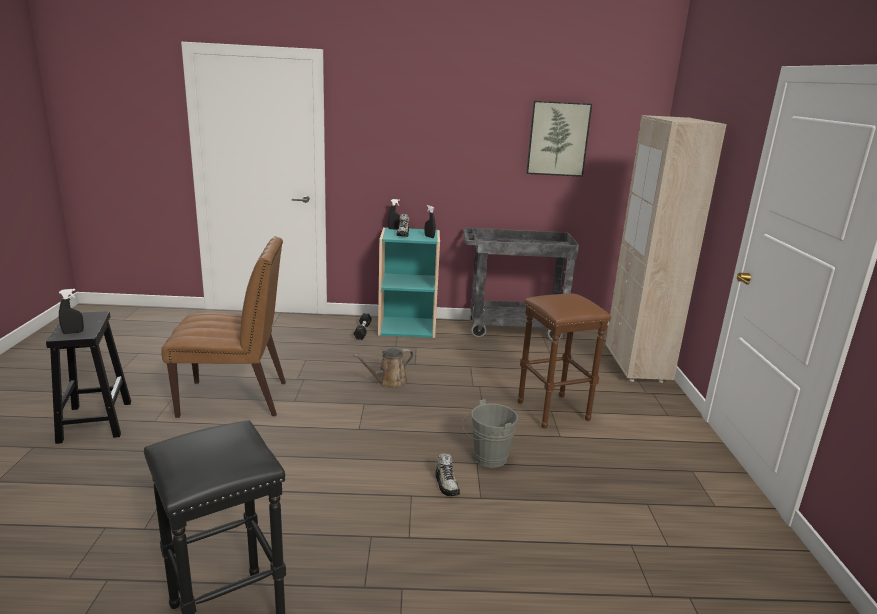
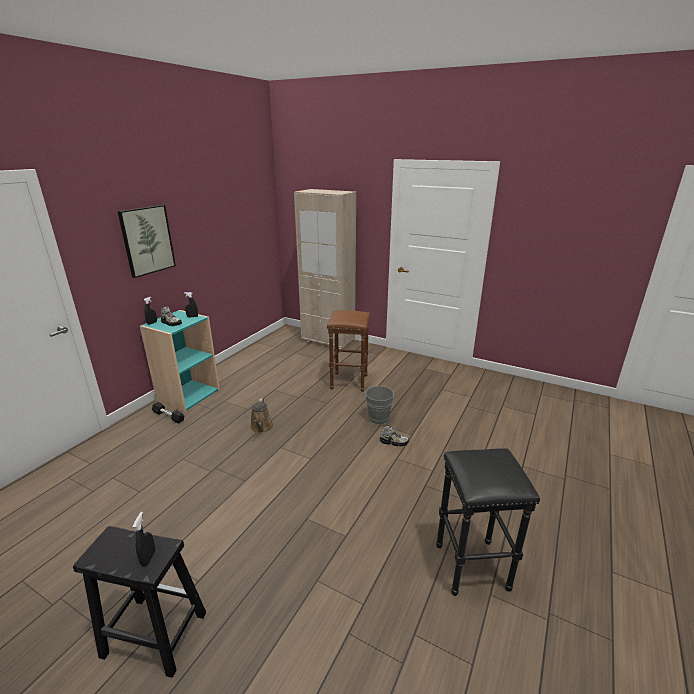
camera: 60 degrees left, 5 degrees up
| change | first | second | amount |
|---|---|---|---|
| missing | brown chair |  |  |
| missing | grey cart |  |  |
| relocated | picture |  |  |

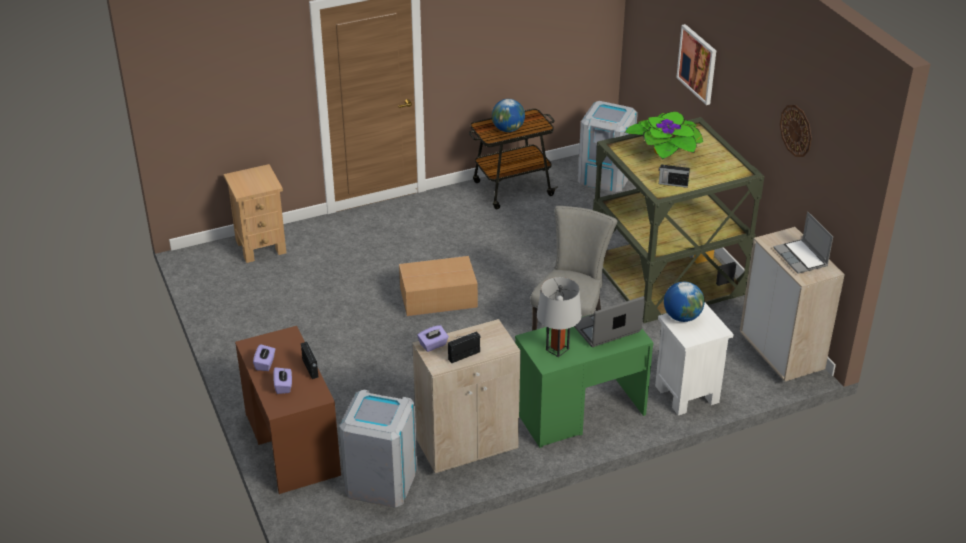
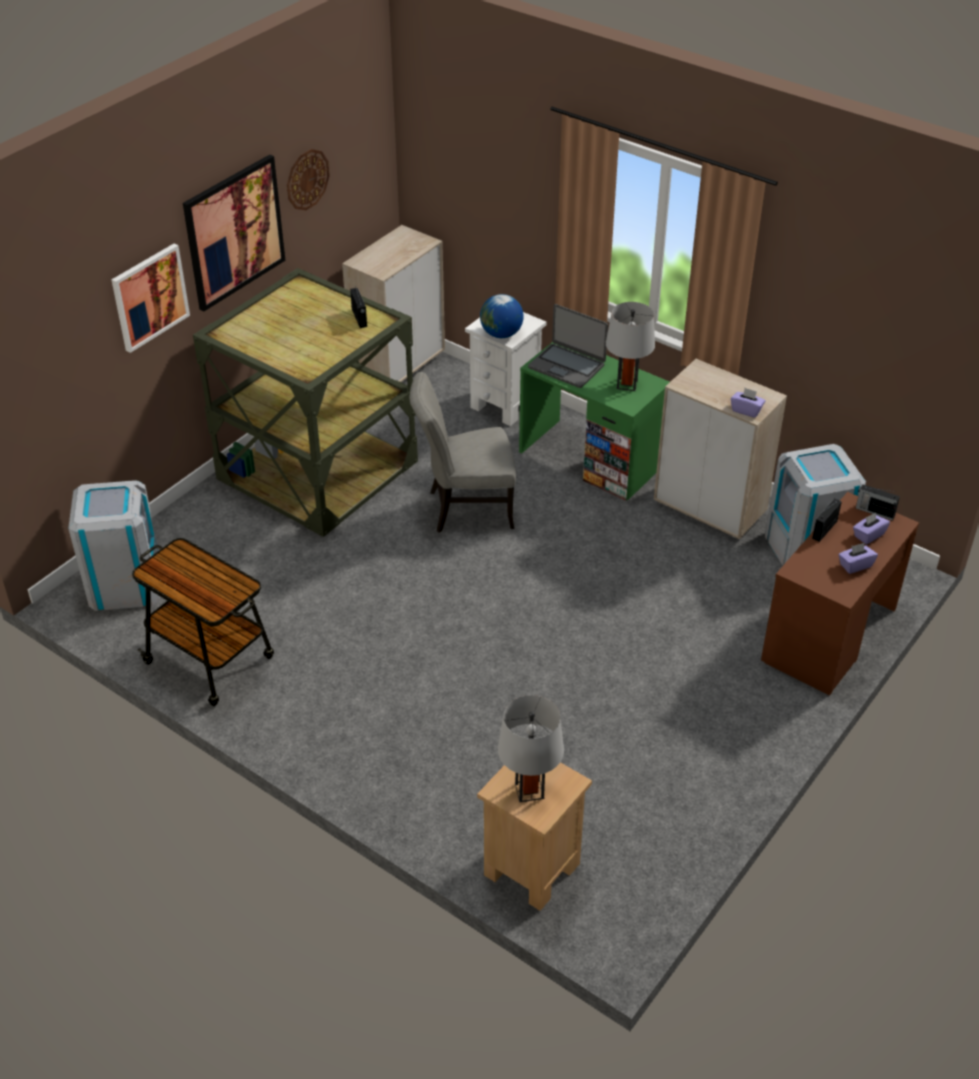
camera: 120 degrees left, 5 degrees up
| change | first | second | amount |
|---|---|---|---|
| missing | cardboard box |  |  |
| relocated | radio (no. 2 from left in the first image) | radio (no. 3 from left) |  |
| missing | globe (no. 1 from left) |  |  |
| missing | potted plant |  |  |
| missing | laptop (no. 2 from left) |  |  |
| appeared |  | picture (no. 2 from left) |  |
| appeared |  | grey table lamp (no. 1 from left) |  |

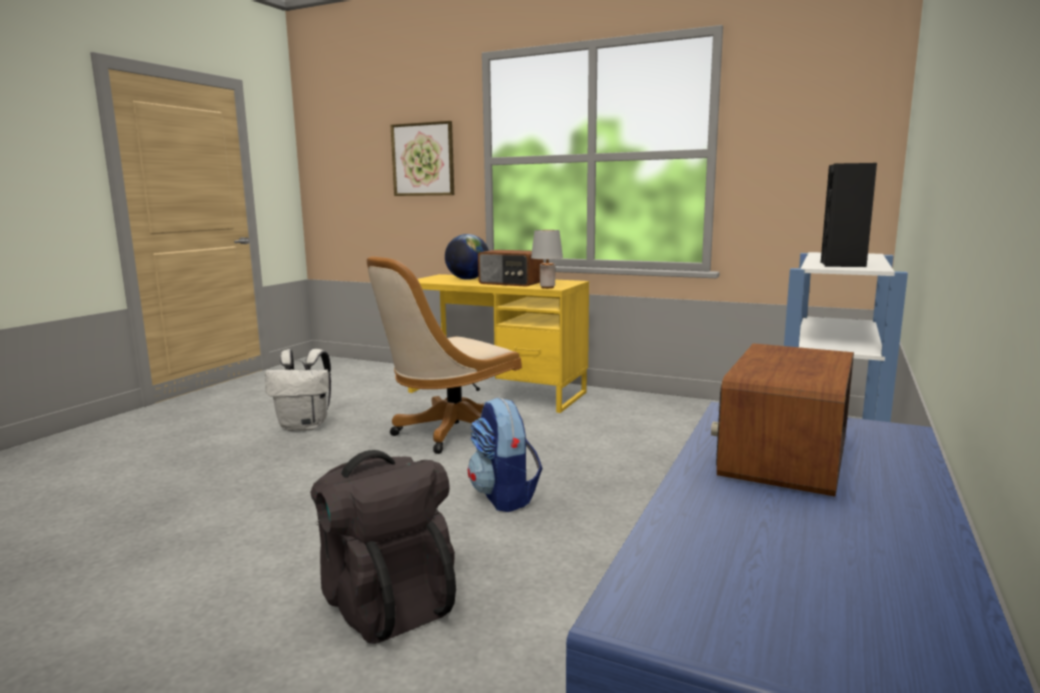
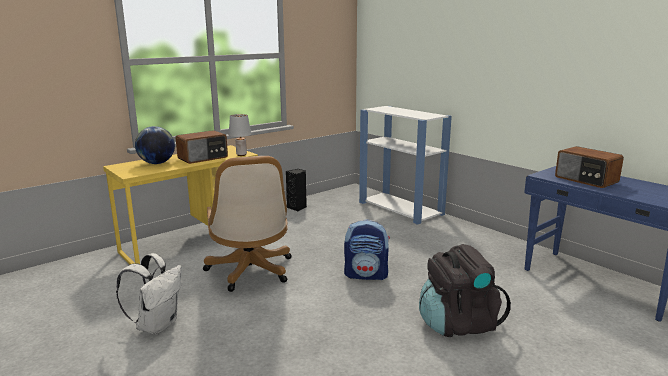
camera: 65 degrees left, 5 degrees up
| change | first | second | amount |
|---|---|---|---|
| missing | picture |  |  |
| relocated | black speaker |  |  |

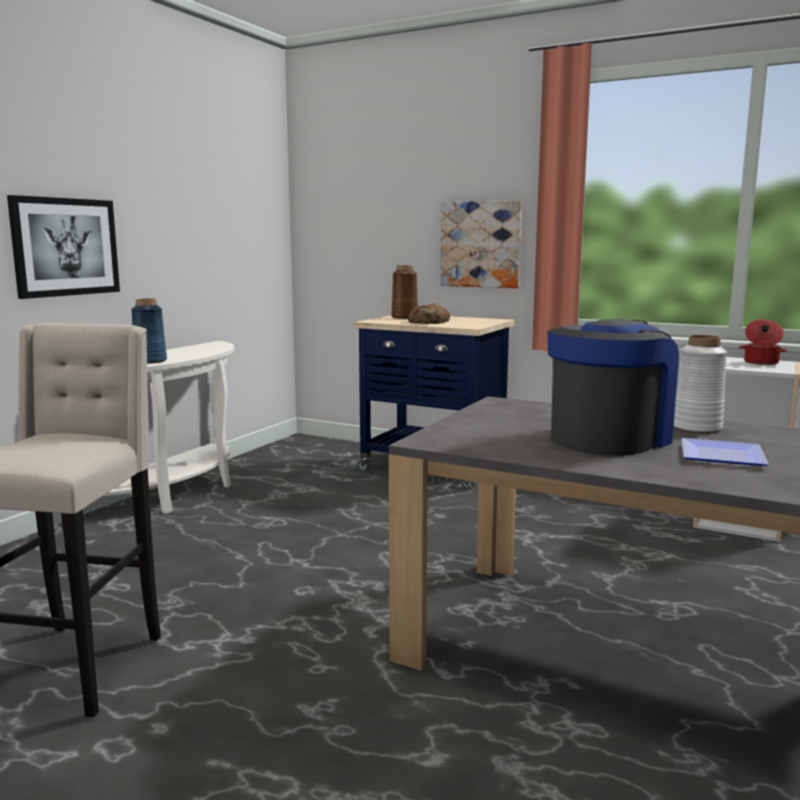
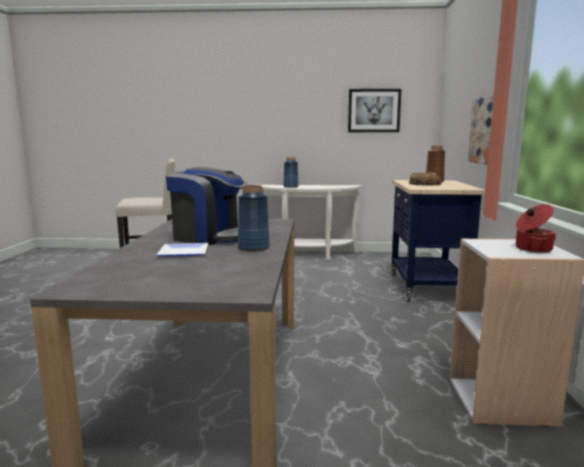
camera: 65 degrees right, 0 degrees up
| change | first | second | amount |
|---|---|---|---|
| relocated | picture (no. 1 from left) |  |  |
| colour | white vase | blue vase (no. 1 from left) |  |

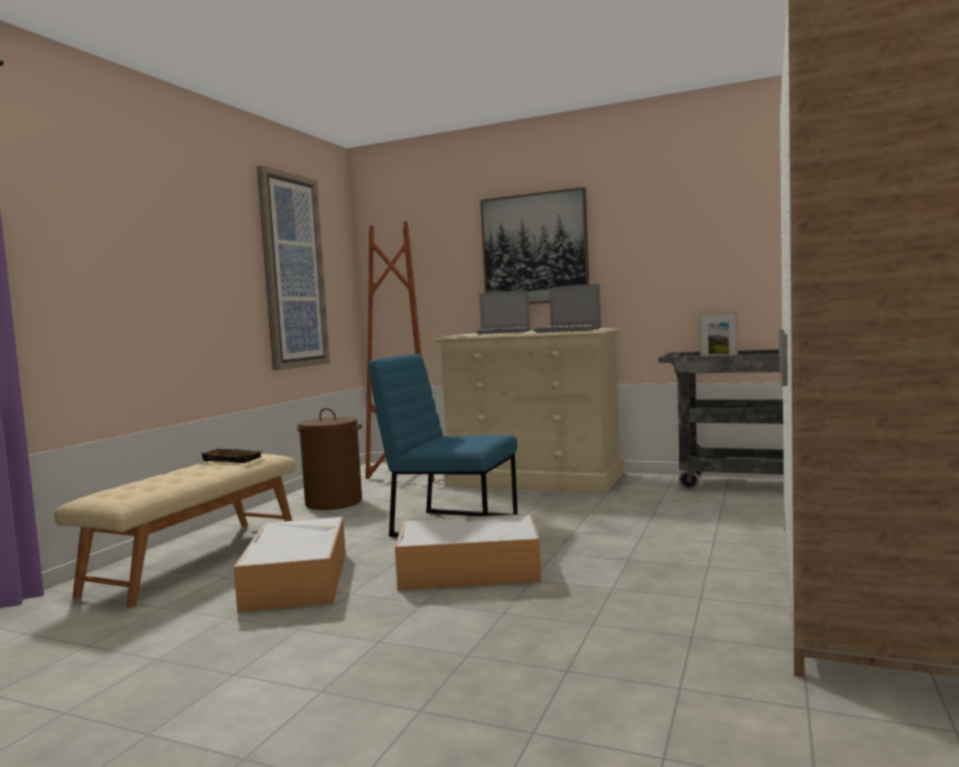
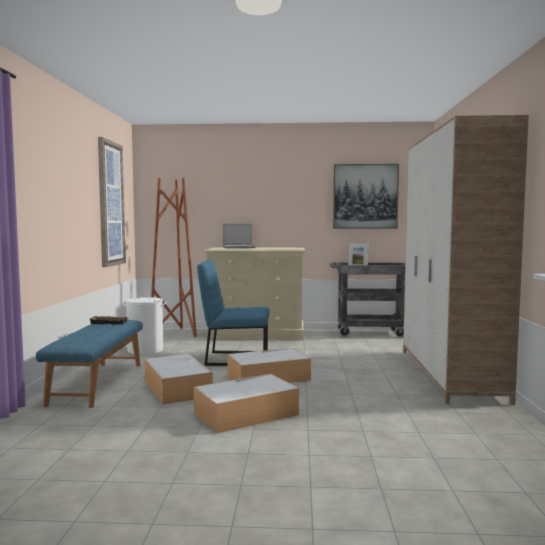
camera: 20 degrees left, 0 degrees up
| change | first | second | amount |
|---|---|---|---|
| colour | beige bench | blue bench |  |
| colour | brown laundry basket | white laundry basket |  |
| relocated | picture (no. 2 from left) |  |  |
| missing | laptop (no. 2 from left) |  |  |
| appeared |  | storage box (no. 2 from left) |  |

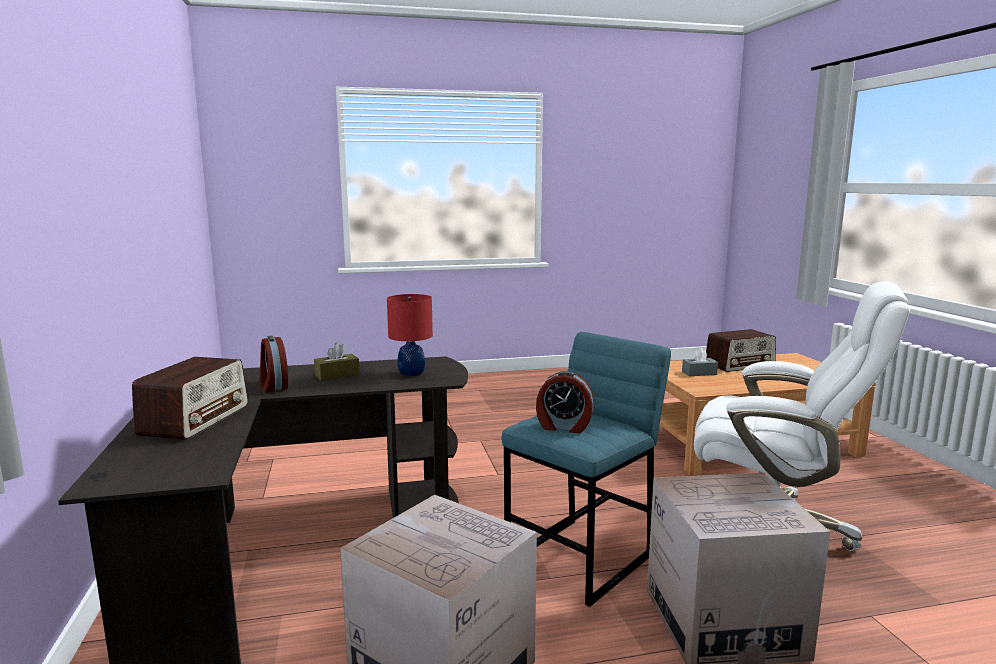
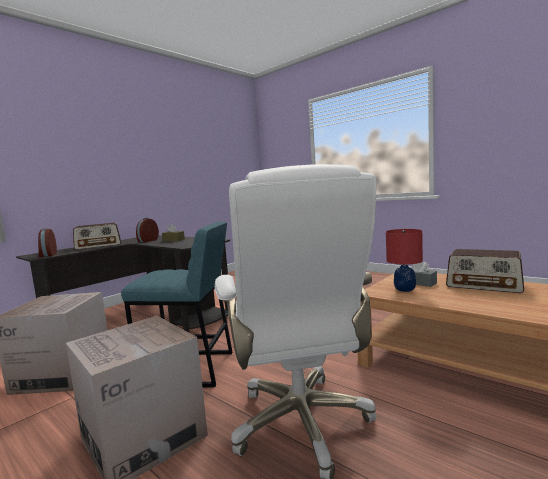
camera: 55 degrees right, 5 degrees down
| change | first | second | amount |
|---|---|---|---|
| relocated | red table lamp |  |  |
| relocated | alarm clock (no. 2 from left in the first image) | alarm clock (no. 1 from left) |  |

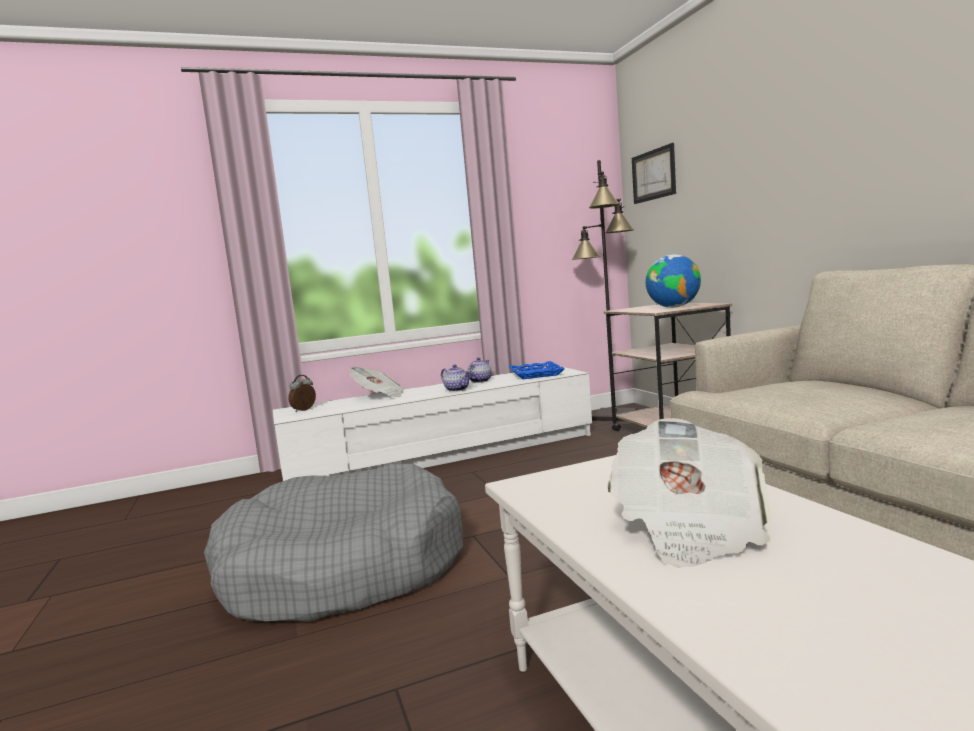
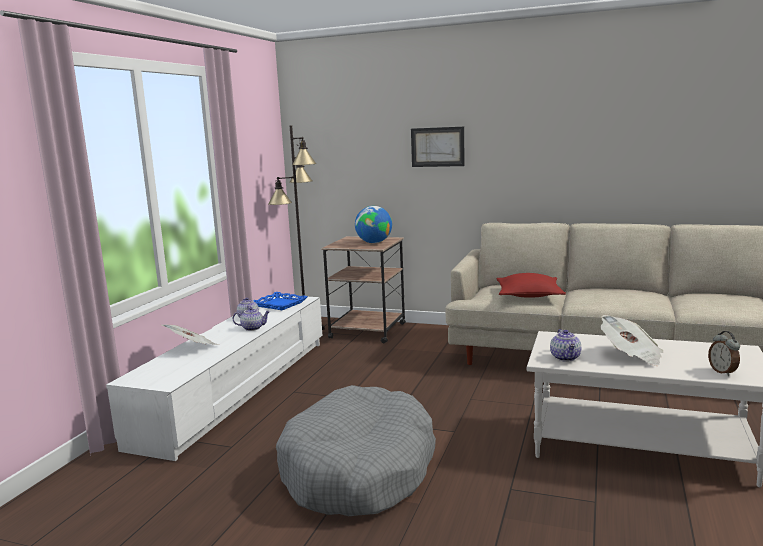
camera: 50 degrees left, 5 degrees up
| change | first | second | amount |
|---|---|---|---|
| relocated | alarm clock |  |  |
| relocated | picture |  |  |
| appeared |  | red pillow |  |
| appeared |  | teapot (no. 3 from left) |  |

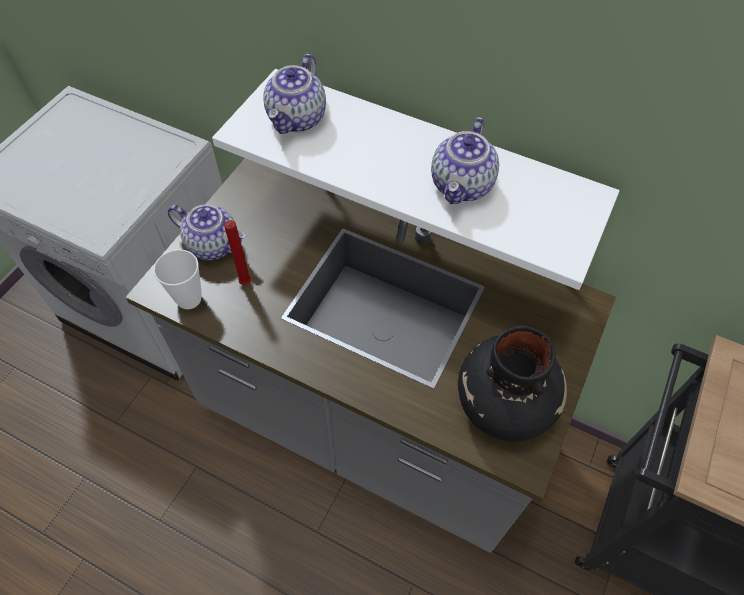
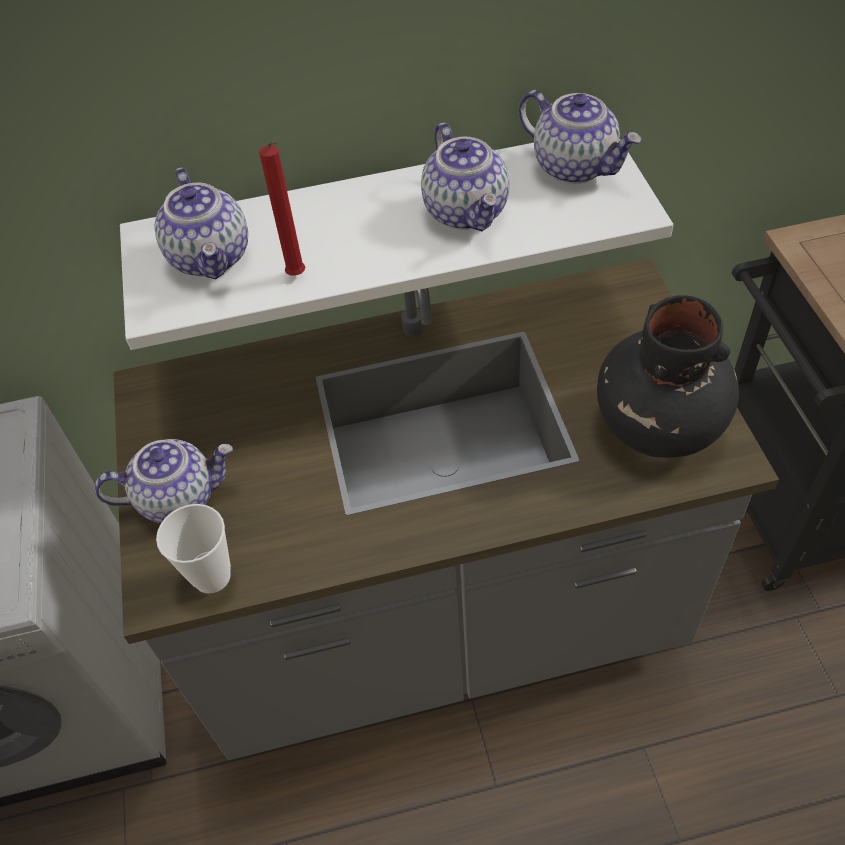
camera: 35 degrees left, 5 degrees down
| change | first | second | amount |
|---|---|---|---|
| relocated | red candle |  |  |
| appeared |  | teapot (no. 4 from left) |  |

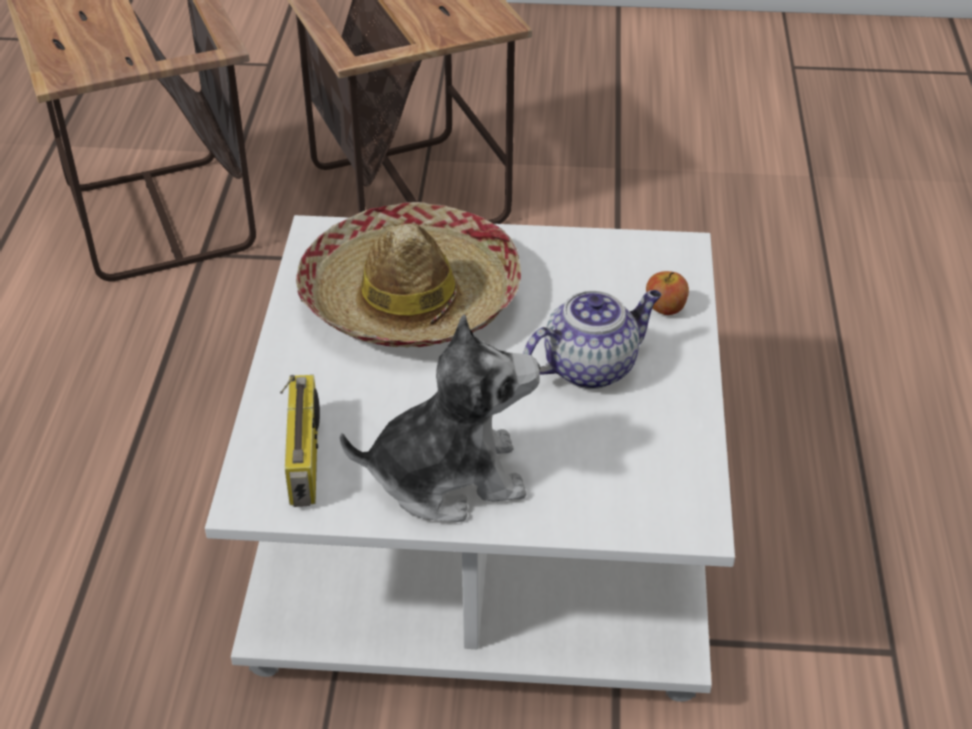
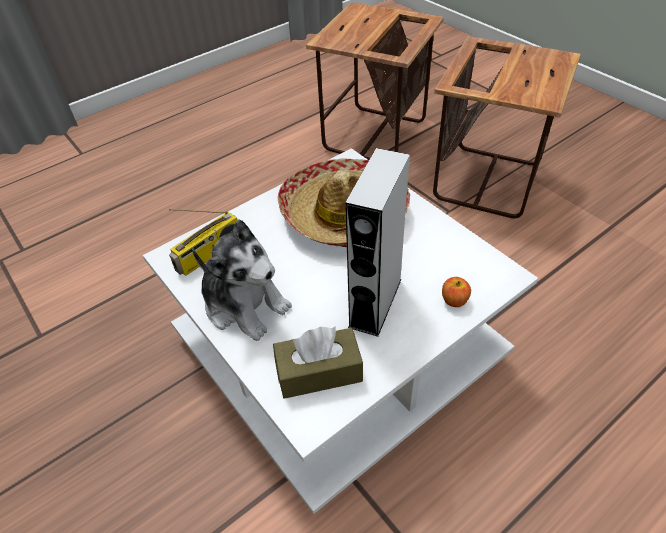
camera: 50 degrees right, 5 degrees up
| change | first | second | amount |
|---|---|---|---|
| exchanged | teapot | grey speaker |  |
| appeared |  | brown tissue box |  |

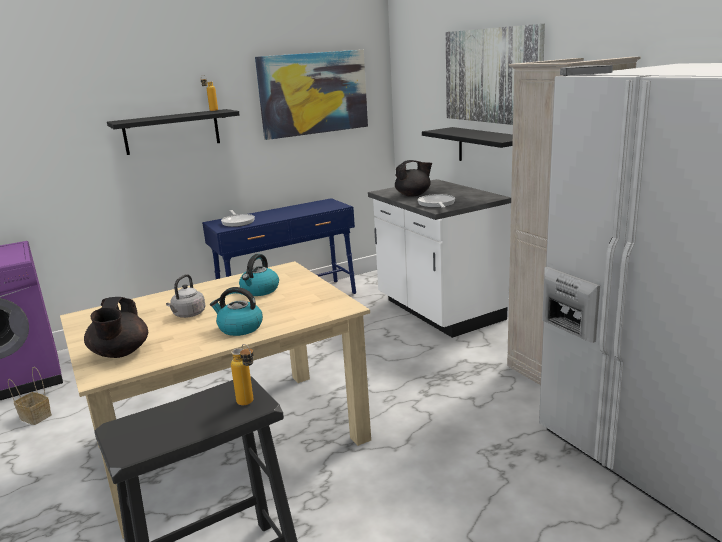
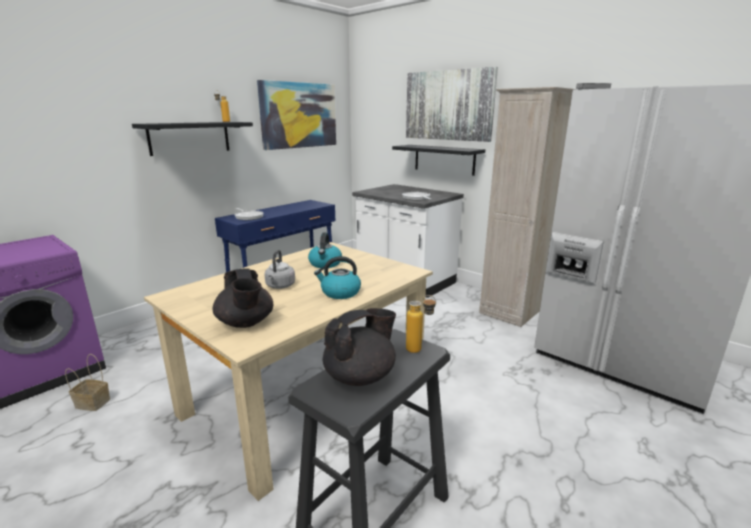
camera: 20 degrees left, 0 degrees up
| change | first | second | amount |
|---|---|---|---|
| relocated | black teapot (no. 2 from left) |  |  |

